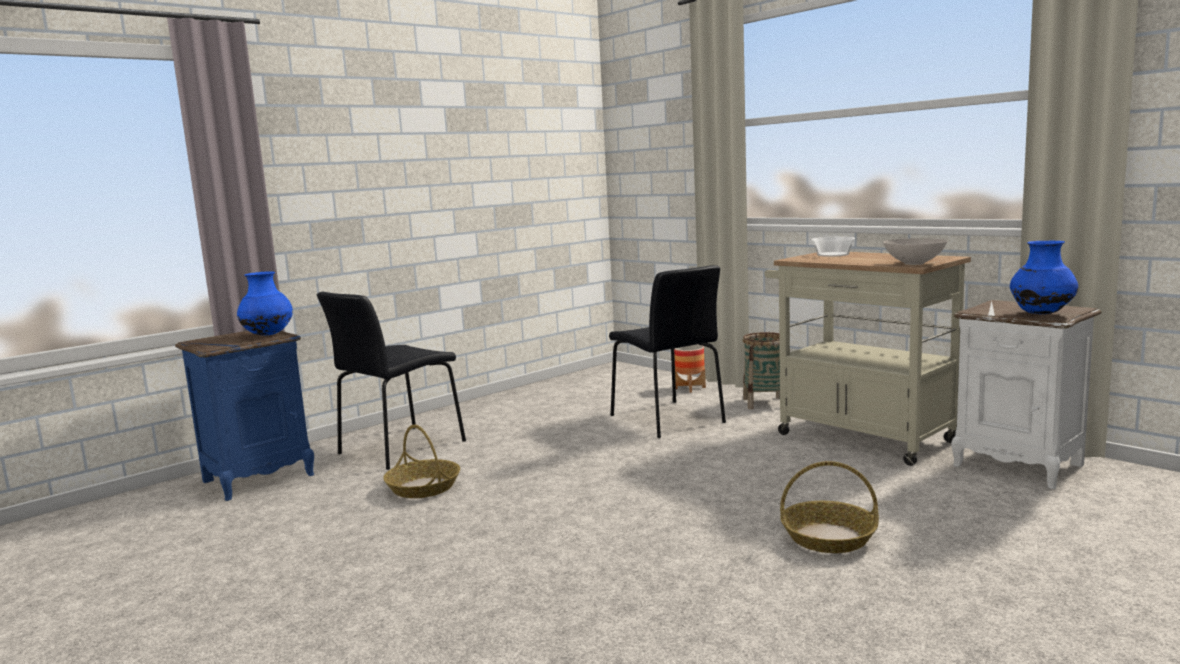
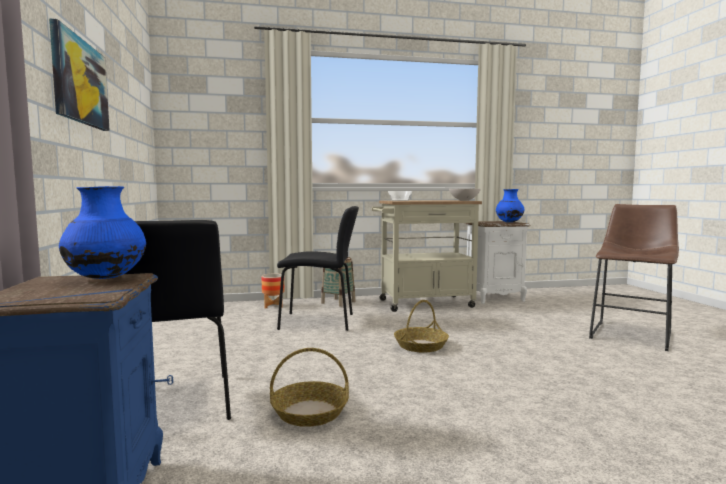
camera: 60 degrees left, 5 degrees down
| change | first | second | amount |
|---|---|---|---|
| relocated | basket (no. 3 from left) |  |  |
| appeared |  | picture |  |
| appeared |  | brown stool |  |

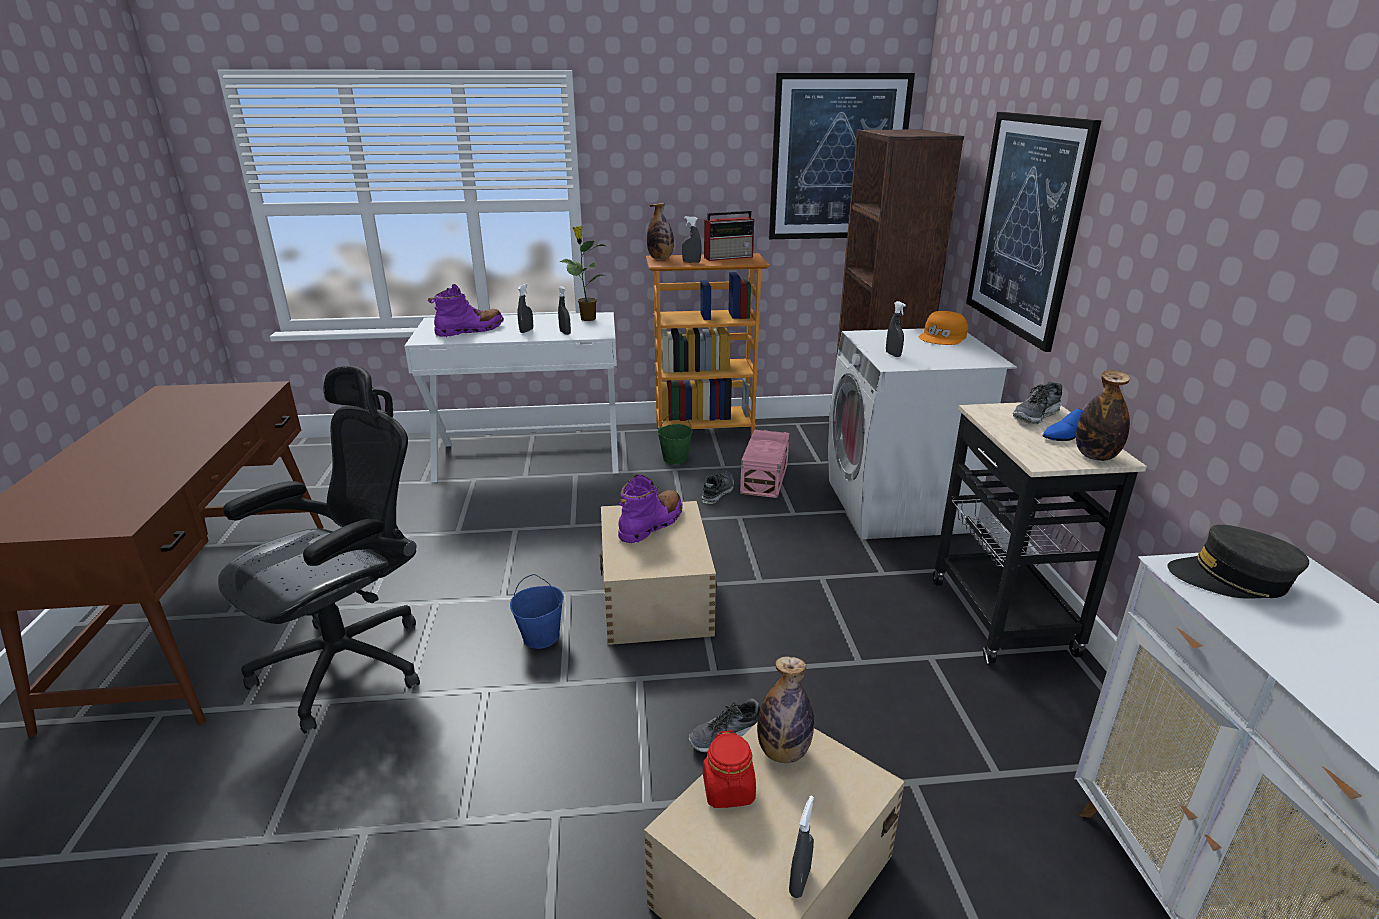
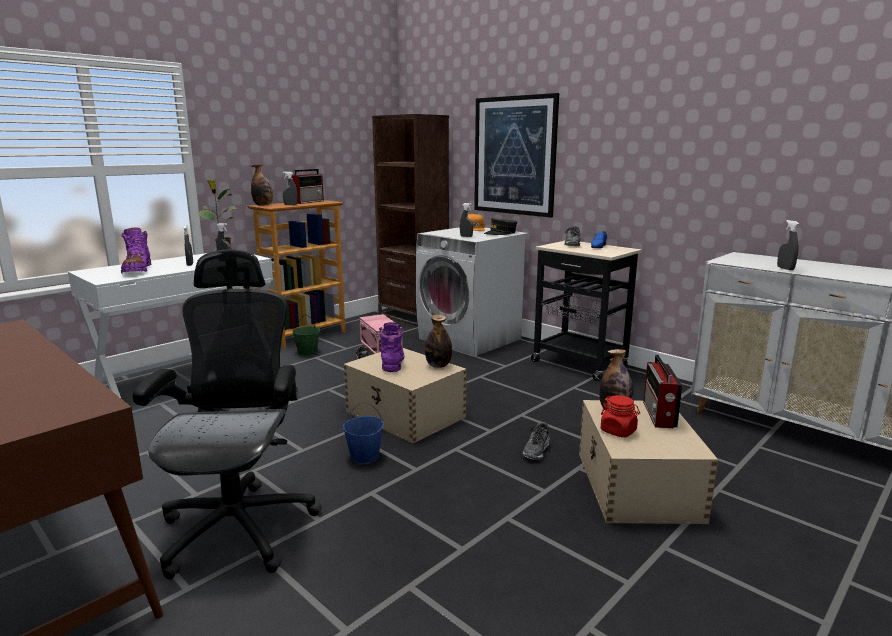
camera: 40 degrees left, 10 degrees down
| change | first | second | amount |
|---|---|---|---|
| spun | purple boot (no. 1 from left) |  | 150 degrees clockwise |
| missing | picture (no. 1 from left) |  |  |
| relocated | grey spray bottle (no. 4 from left in the first image) | grey spray bottle (no. 5 from left) |  |
| relocated | bottle (no. 3 from left in the first image) | bottle (no. 2 from left) |  |
| relocated | grey cap |  |  |
| appeared |  | radio (no. 2 from left) |  |

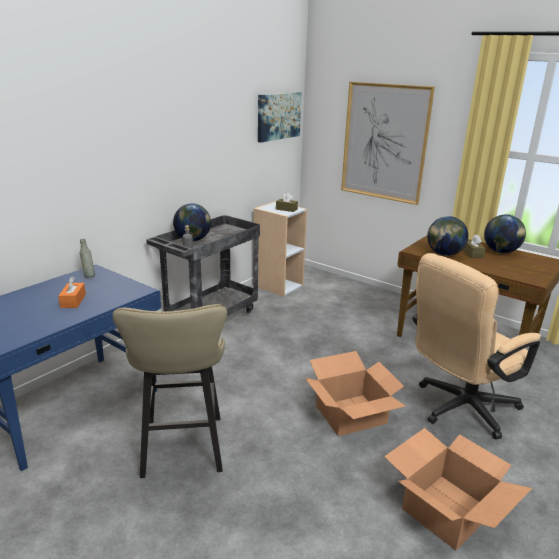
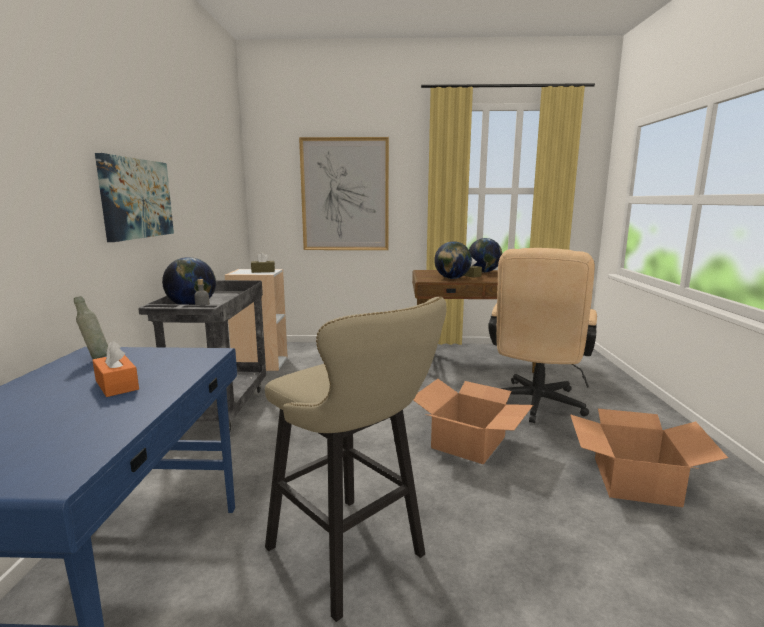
camera: 35 degrees left, 10 degrees down
| change | first | second | amount |
|---|---|---|---|
| relocated | picture (no. 1 from left) |  |  |

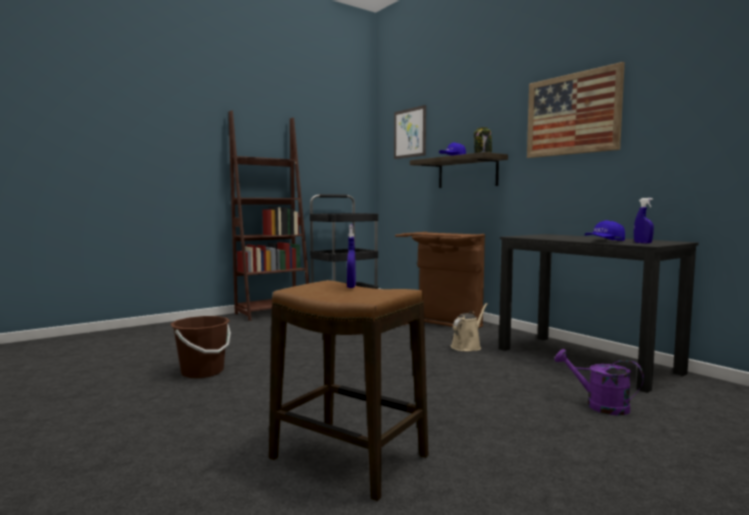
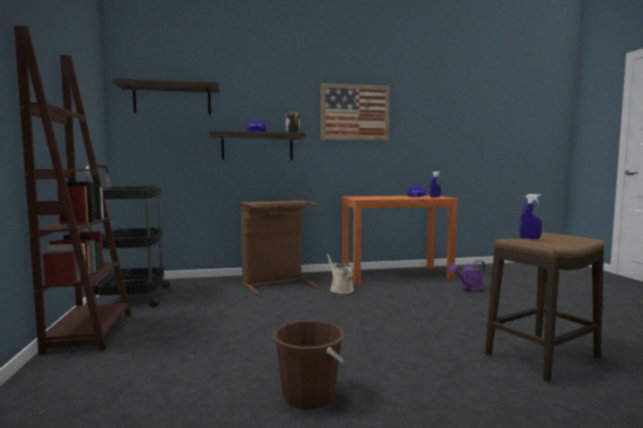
camera: 65 degrees left, 0 degrees up
| change | first | second | amount |
|---|---|---|---|
| exchanged | picture (no. 1 from left) | shelf (no. 1 from left) |  |
| colour | black desk | orange desk |  |

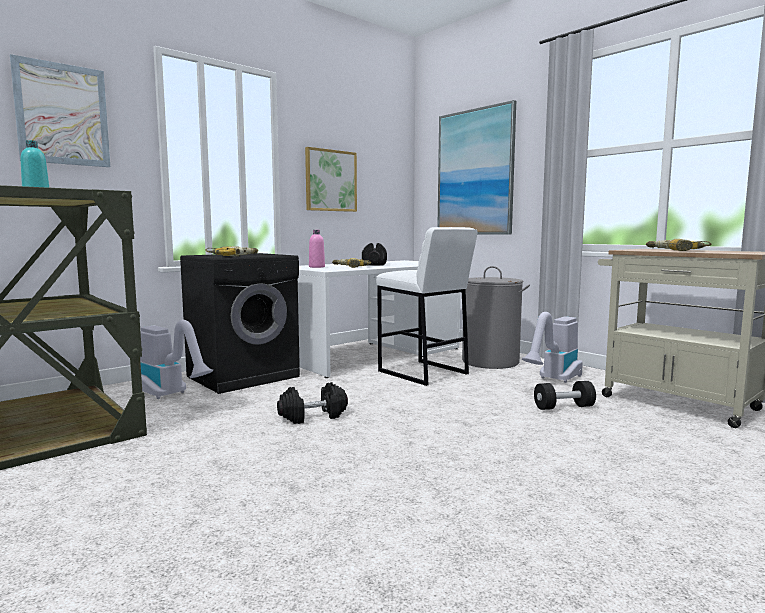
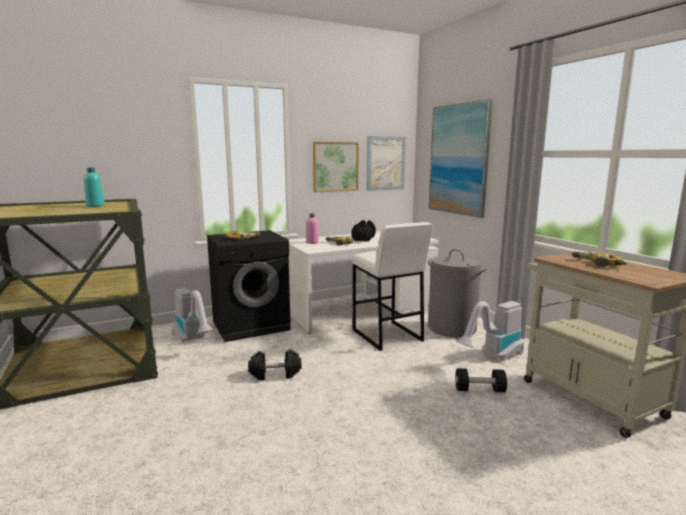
camera: 15 degrees right, 5 degrees up
| change | first | second | amount |
|---|---|---|---|
| relocated | picture (no. 1 from left in the first image) | picture (no. 2 from left) |  |

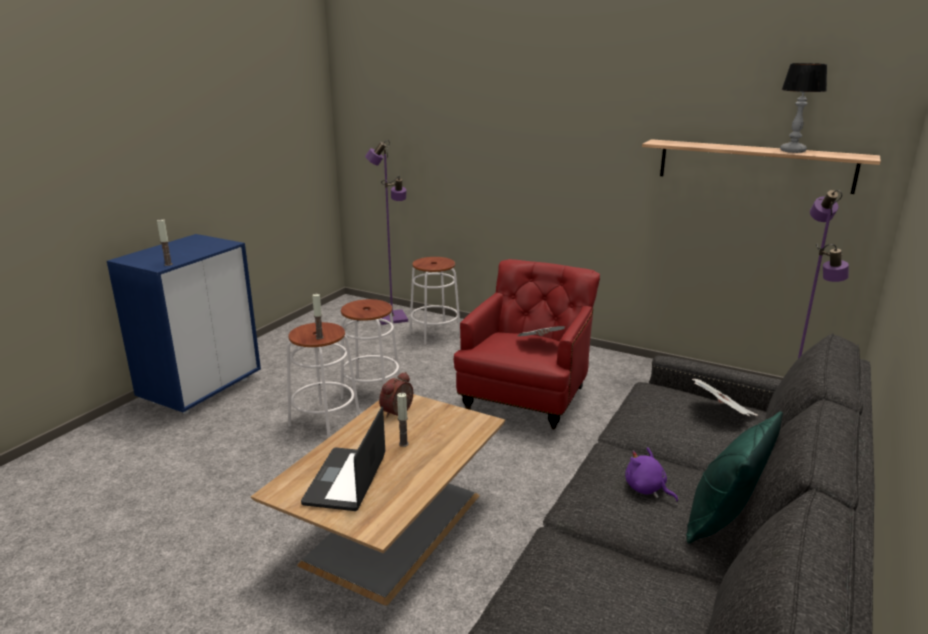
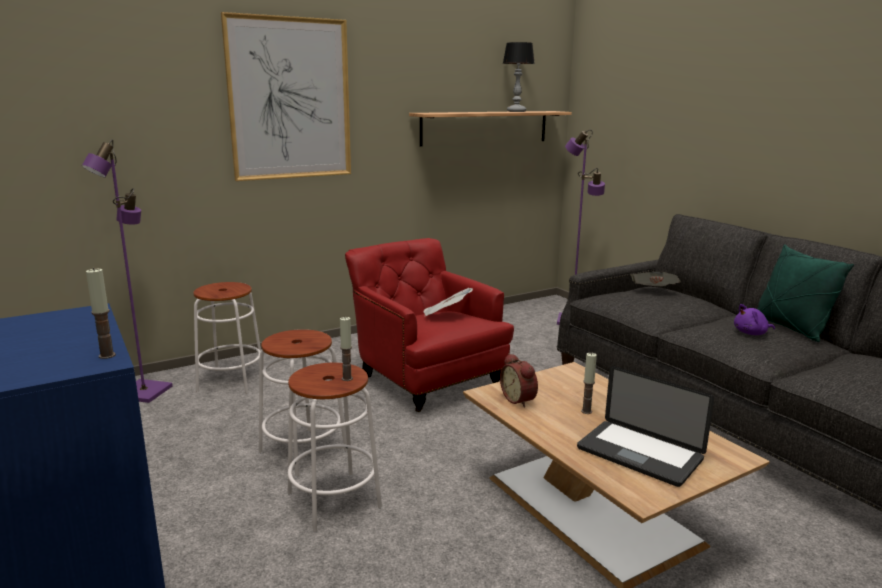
camera: 60 degrees left, 5 degrees down
| change | first | second | amount |
|---|---|---|---|
| appeared |  | picture |  |

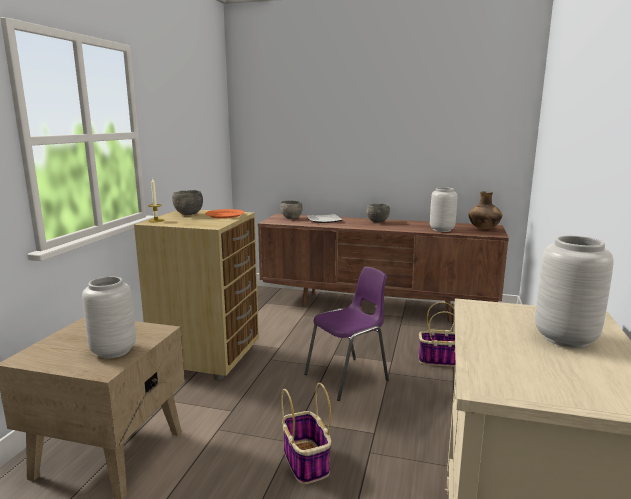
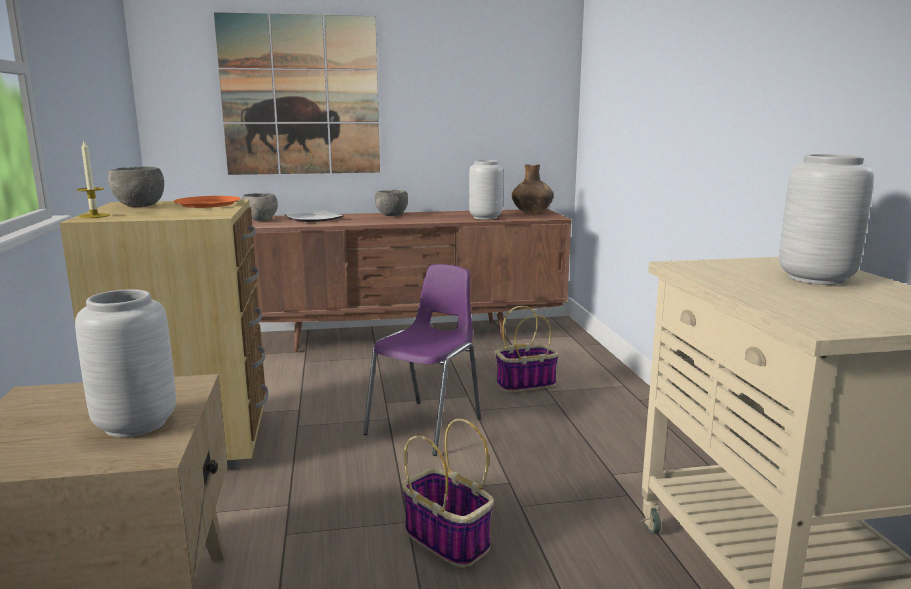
camera: 25 degrees left, 0 degrees up
| change | first | second | amount |
|---|---|---|---|
| appeared |  | picture |  |

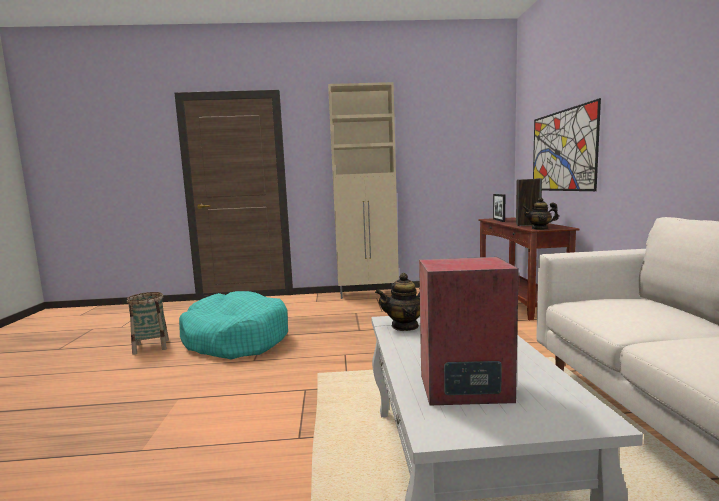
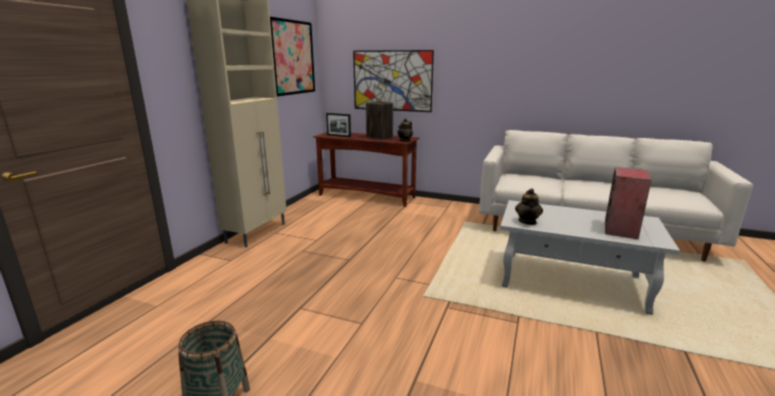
camera: 65 degrees left, 10 degrees up
| change | first | second | amount |
|---|---|---|---|
| missing | turquoise dog bed |  |  |
| appeared |  | picture (no. 1 from left) |  |

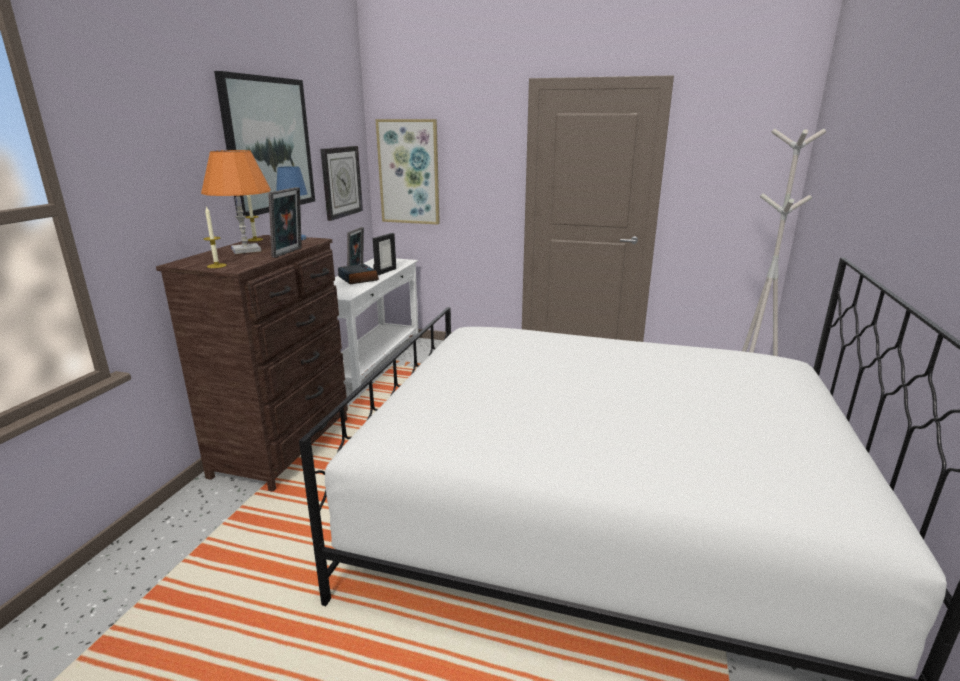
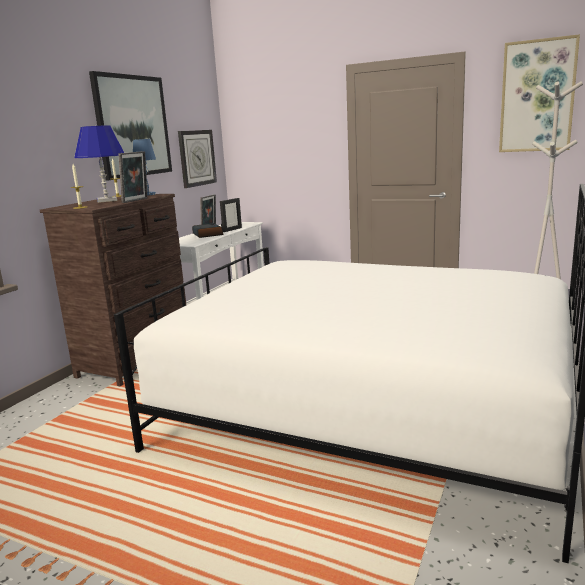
camera: 10 degrees right, 5 degrees down
| change | first | second | amount |
|---|---|---|---|
| colour | orange table lamp | blue table lamp (no. 1 from left) |  |
| relocated | picture (no. 2 from left) |  |  |

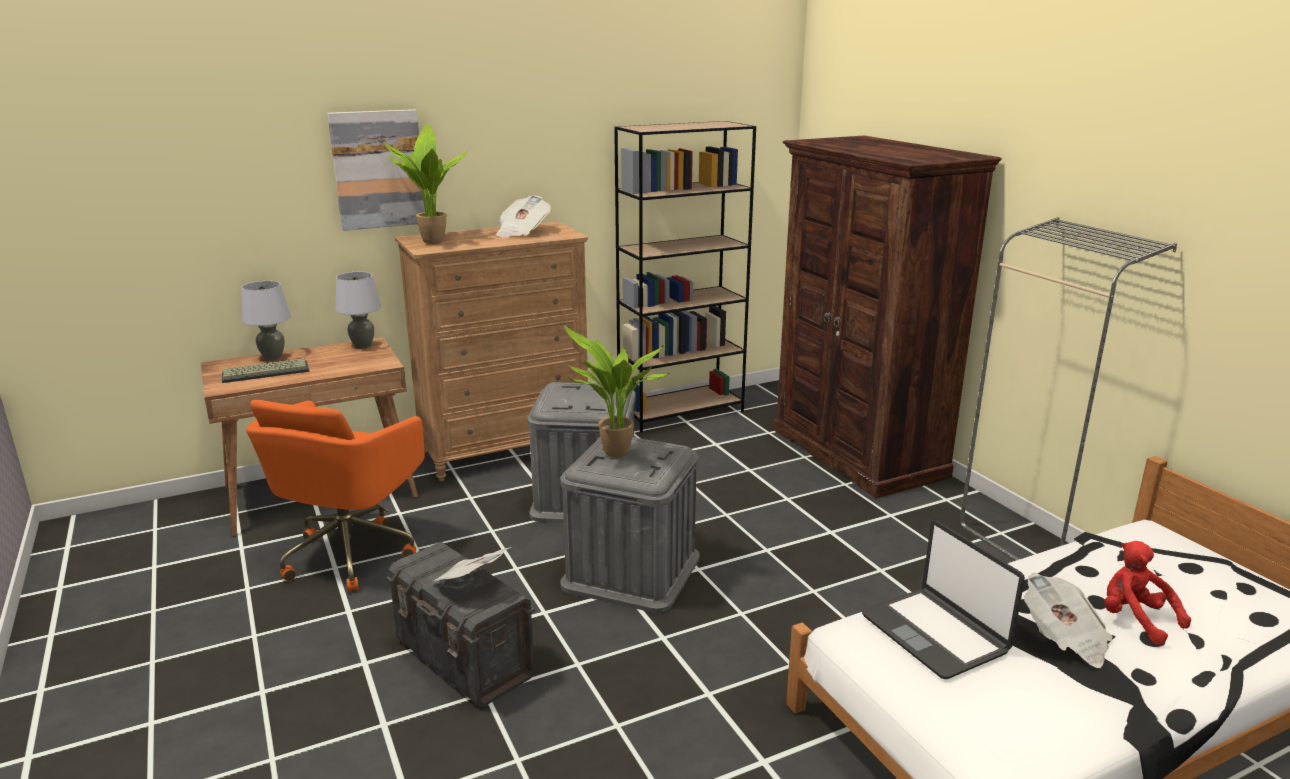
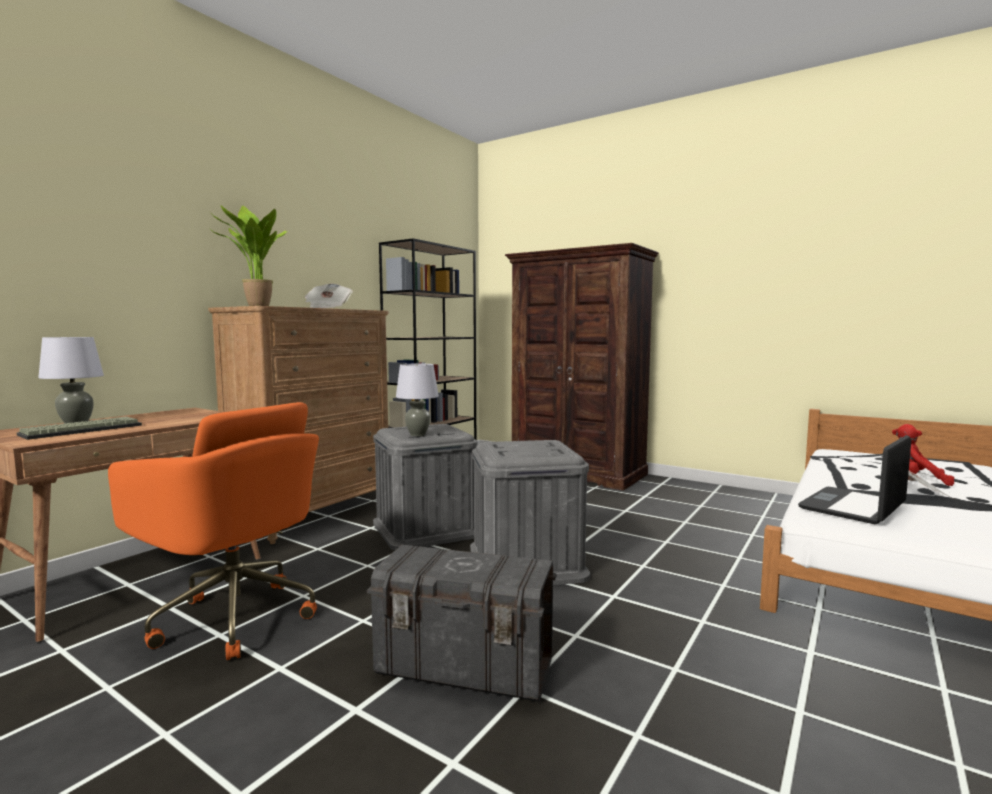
camera: 30 degrees left, 15 degrees down
| change | first | second | amount |
|---|---|---|---|
| spun | orange office chair |  | 45 degrees counterclockwise |
| missing | picture |  |  |
| relocated | grey table lamp (no. 2 from left) |  |  |
| missing | newspaper (no. 1 from left) |  |  |
| missing | potted plant (no. 2 from left) |  |  |
| spun | laptop |  | 105 degrees clockwise |
| missing | grey clothes rack |  |  |

